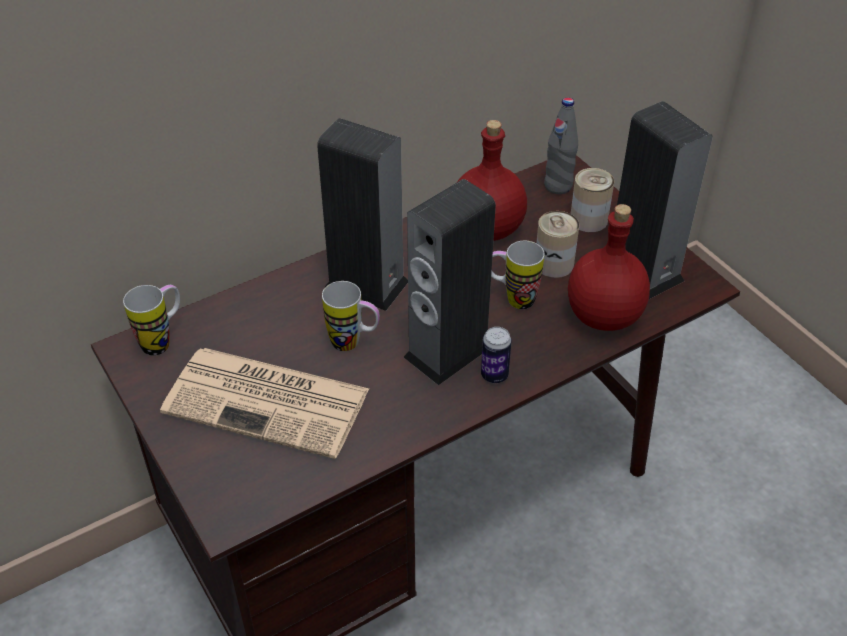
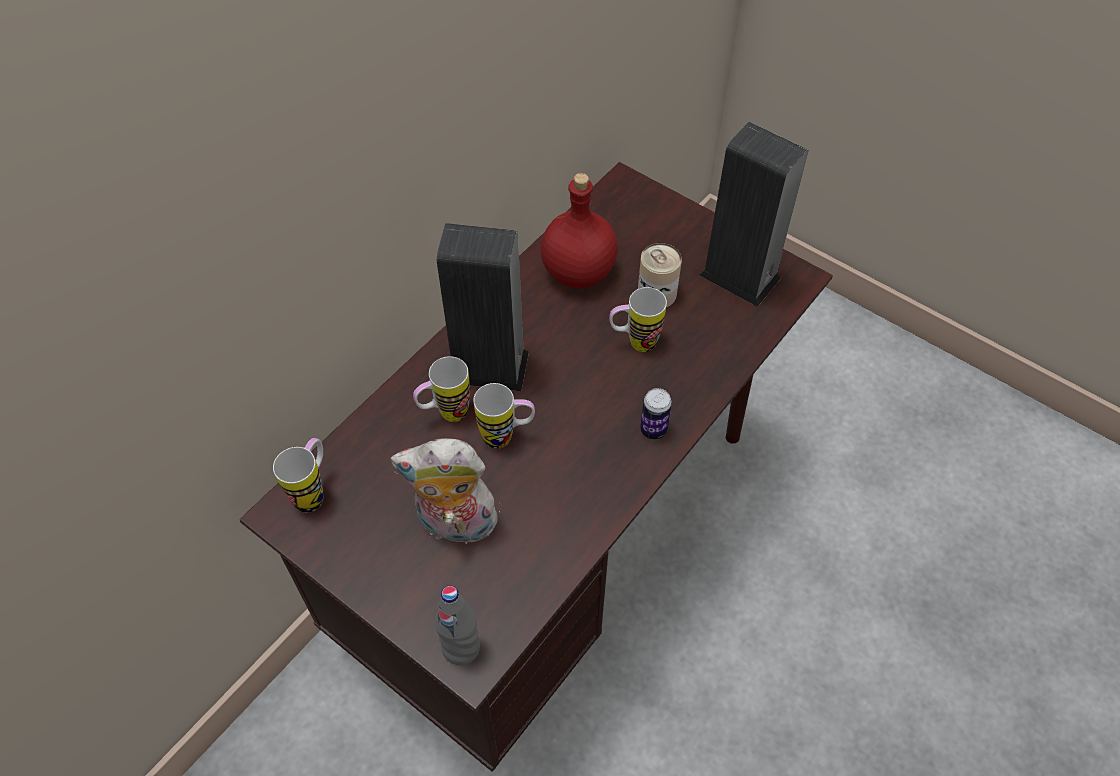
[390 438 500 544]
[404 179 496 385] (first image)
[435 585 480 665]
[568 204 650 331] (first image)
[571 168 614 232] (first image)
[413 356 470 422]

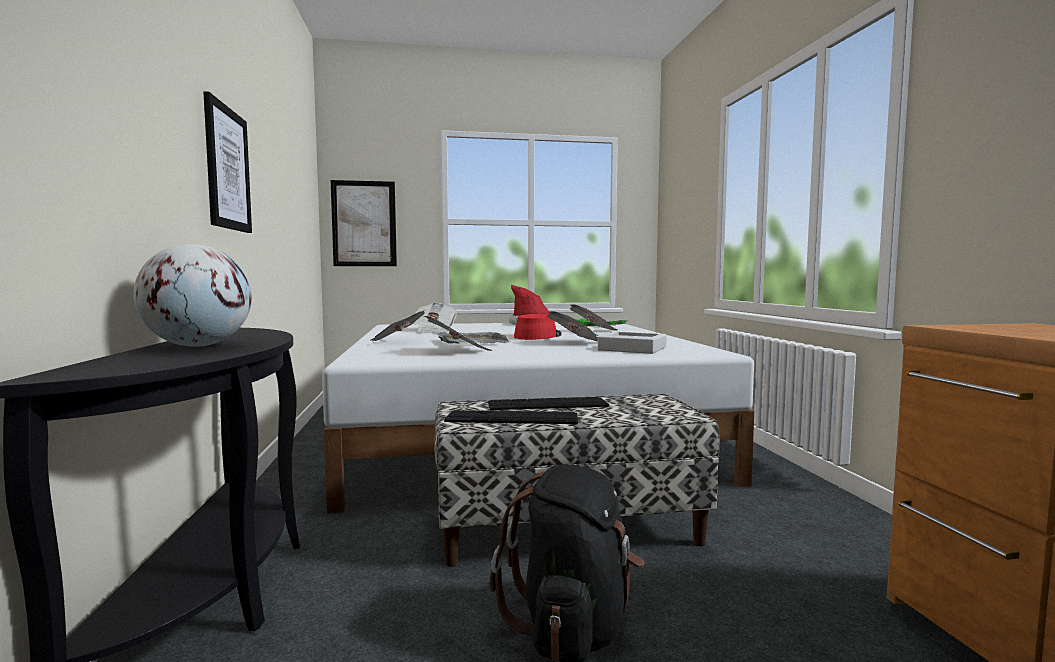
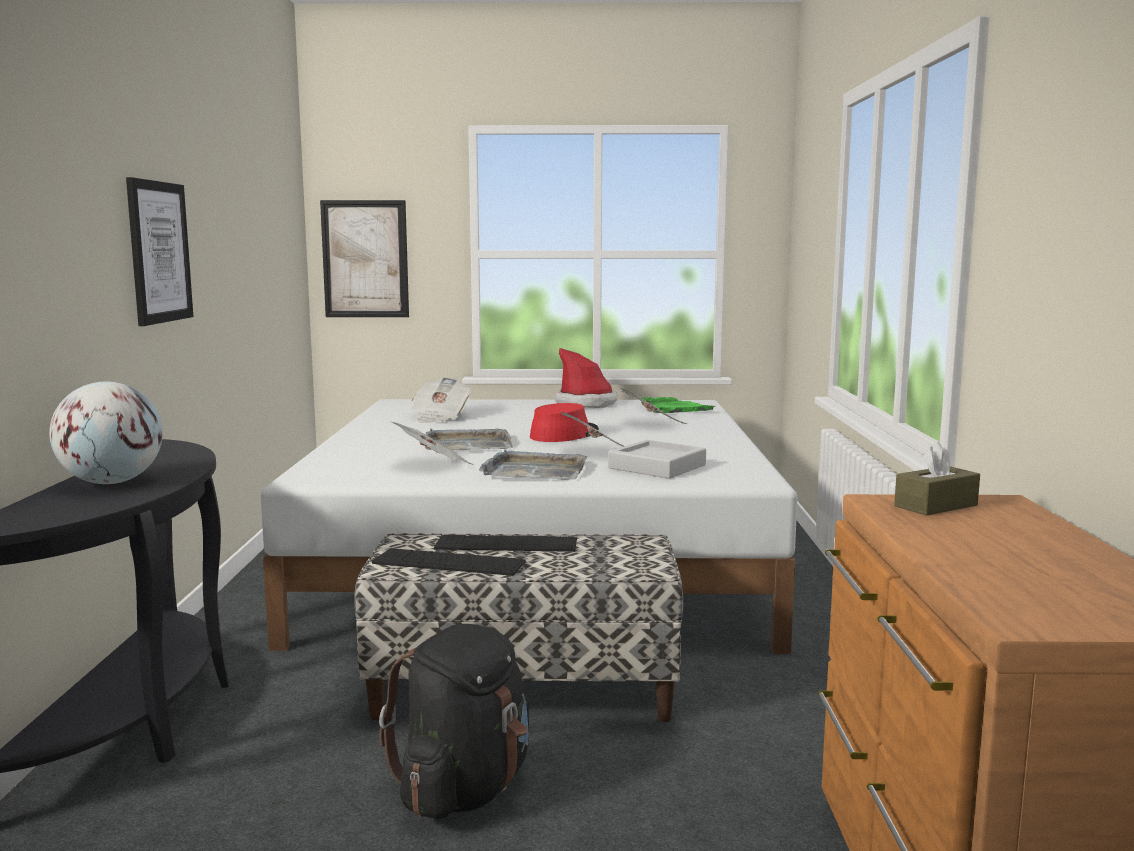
[370 310 425 341] (first image)
[479 449 587 480]
[894 442 980 516]

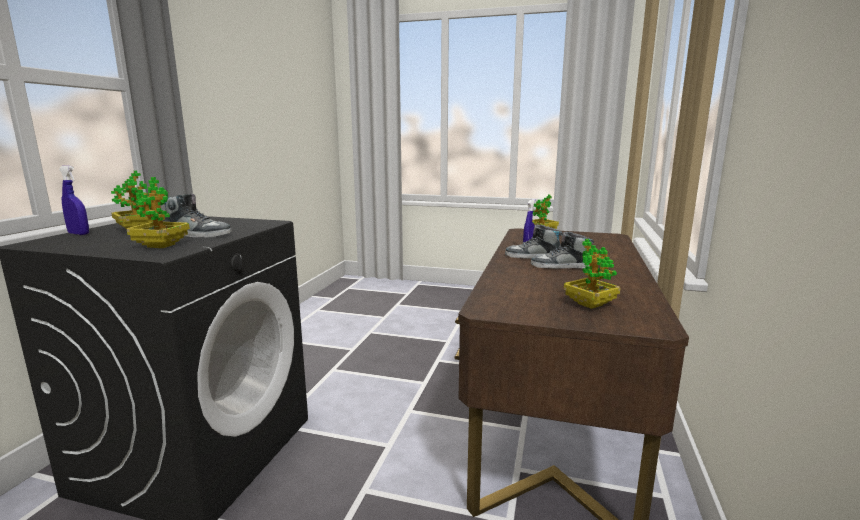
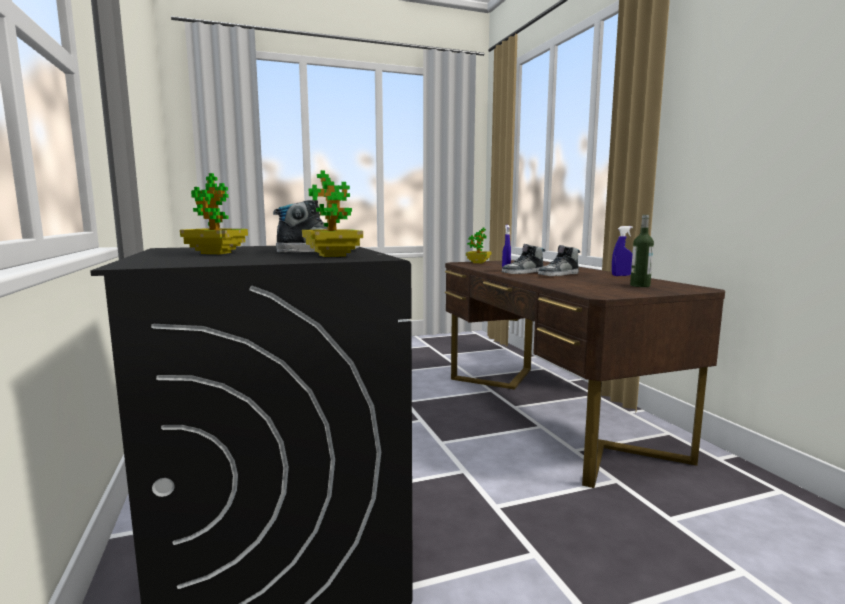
[612 226 633 276]
[630 215 654 287]

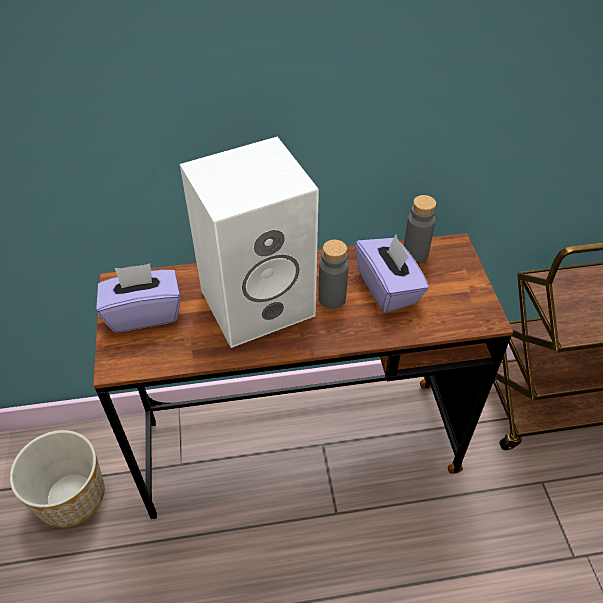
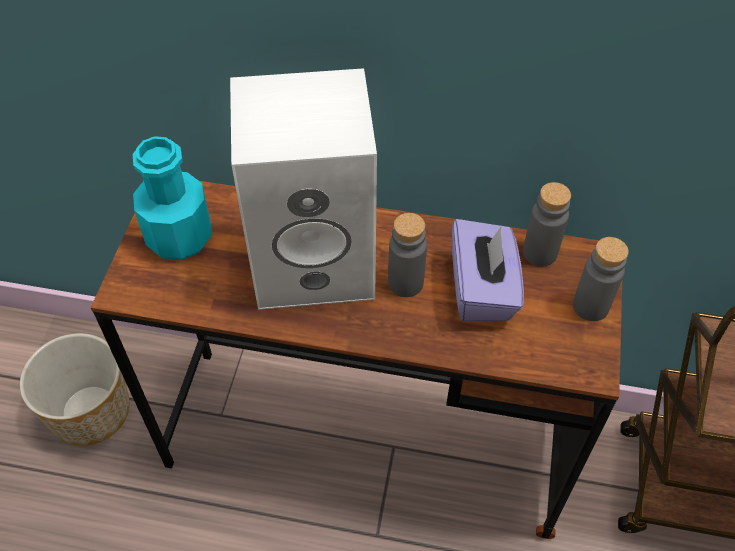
[133 136 212 260]
[573 237 629 321]

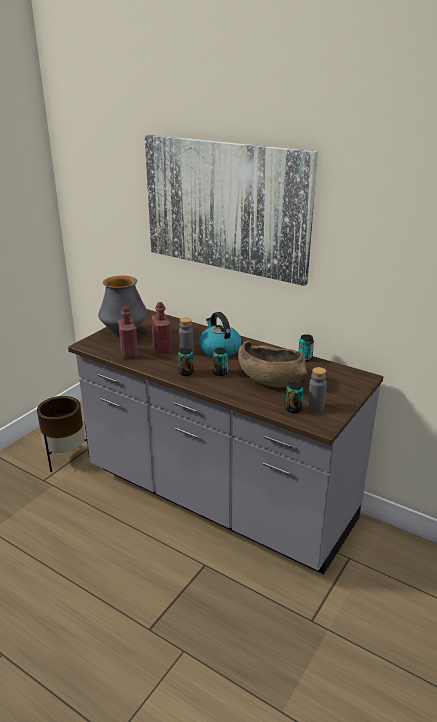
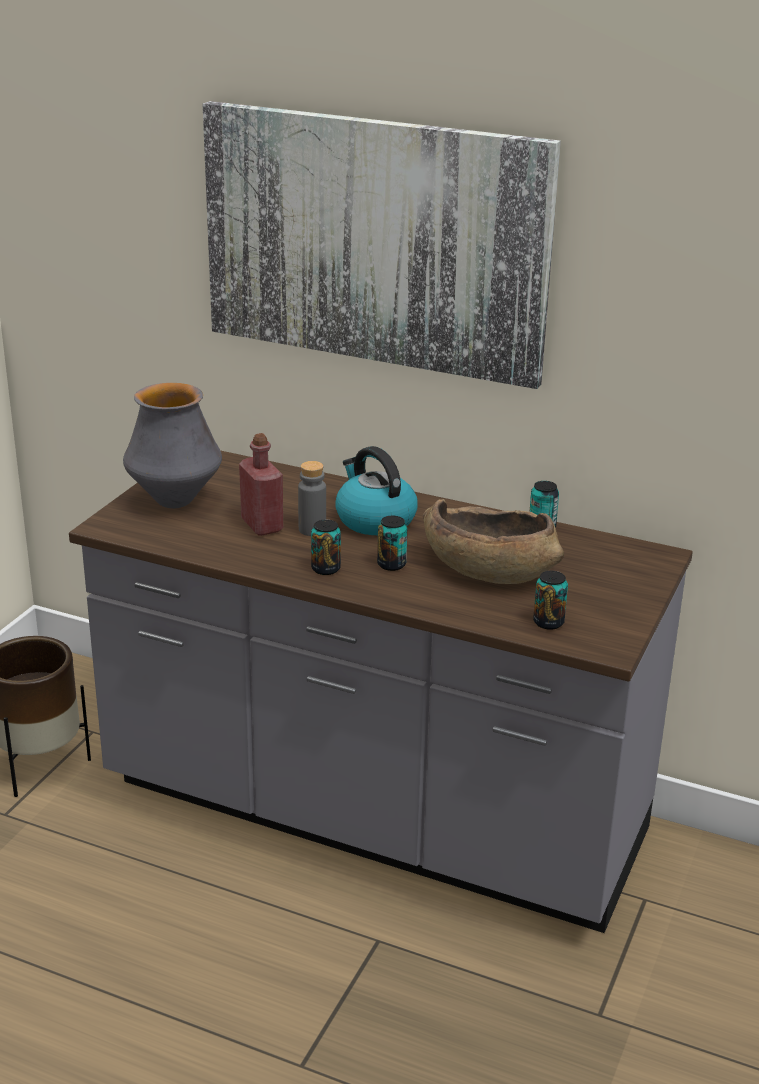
[118 306 138 359] (first image)
[308 367 327 412] (first image)

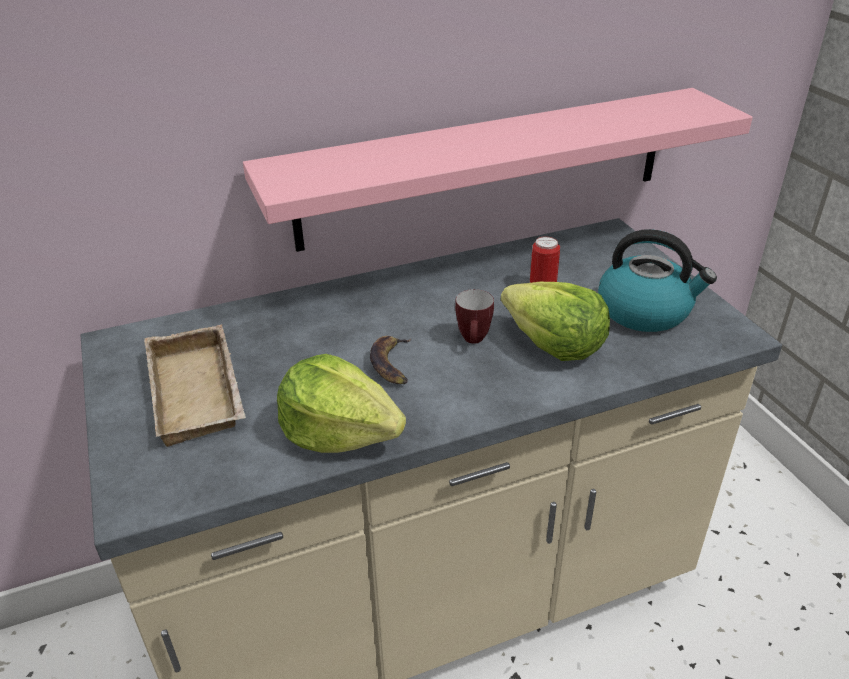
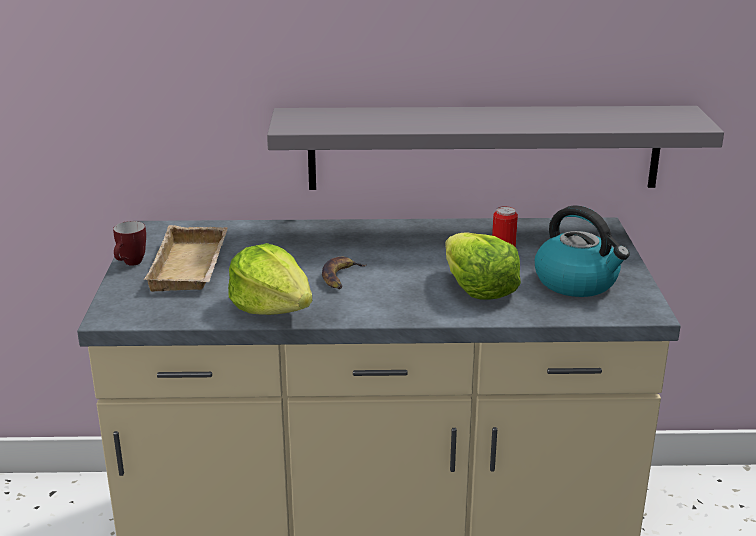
[267 106 724 190]
[113 221 146 266]

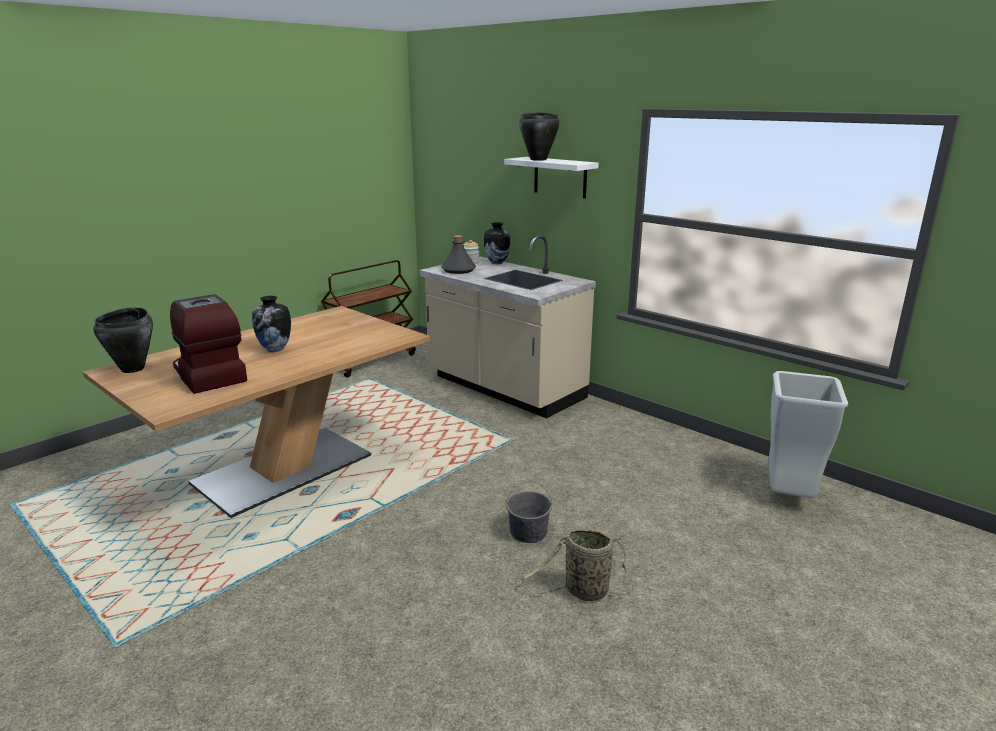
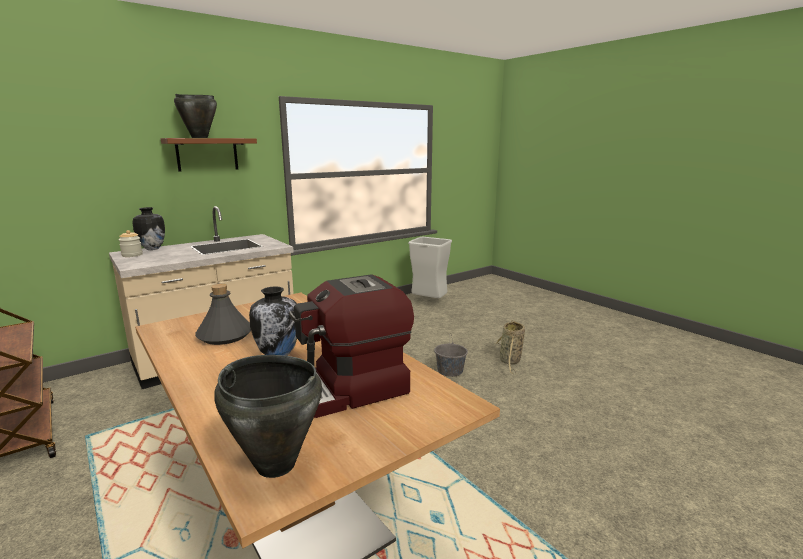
[195 284 251 345]
[161 138 257 172]

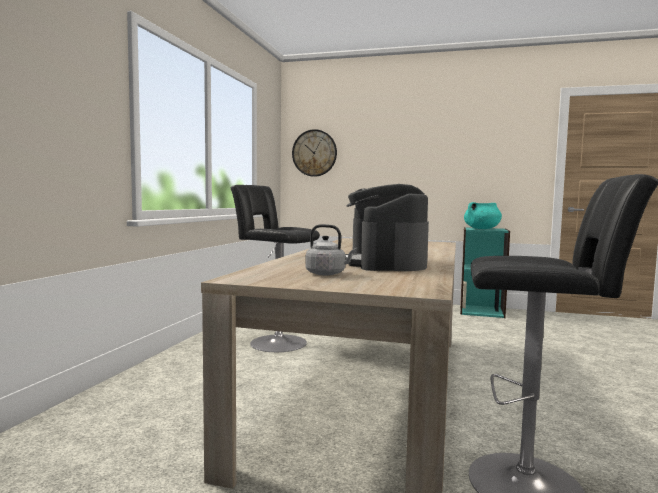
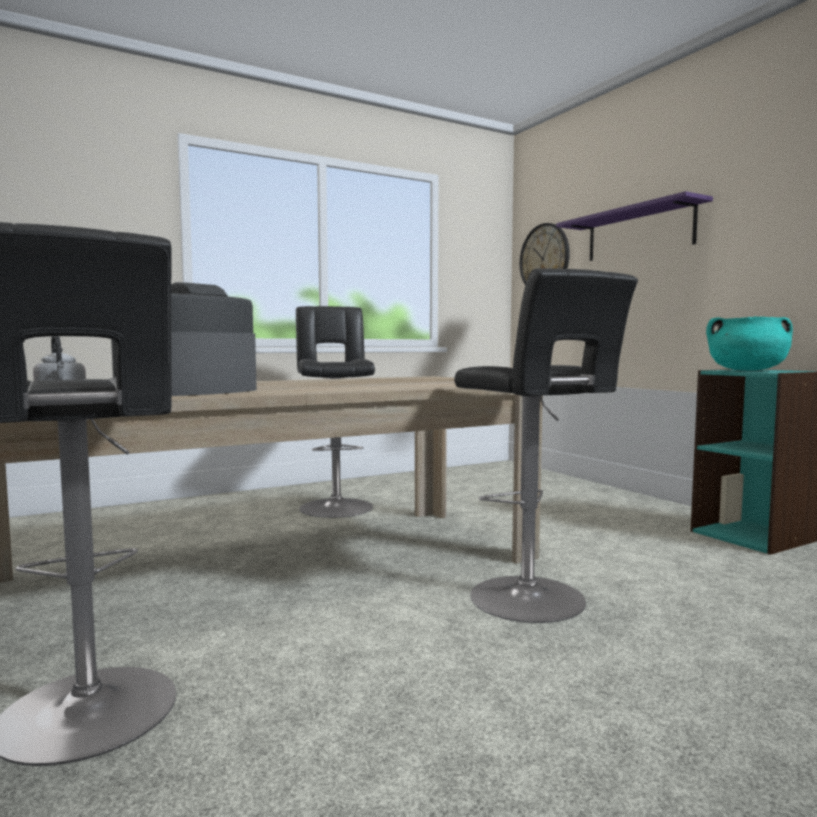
[454 268 638 623]
[556 191 713 261]

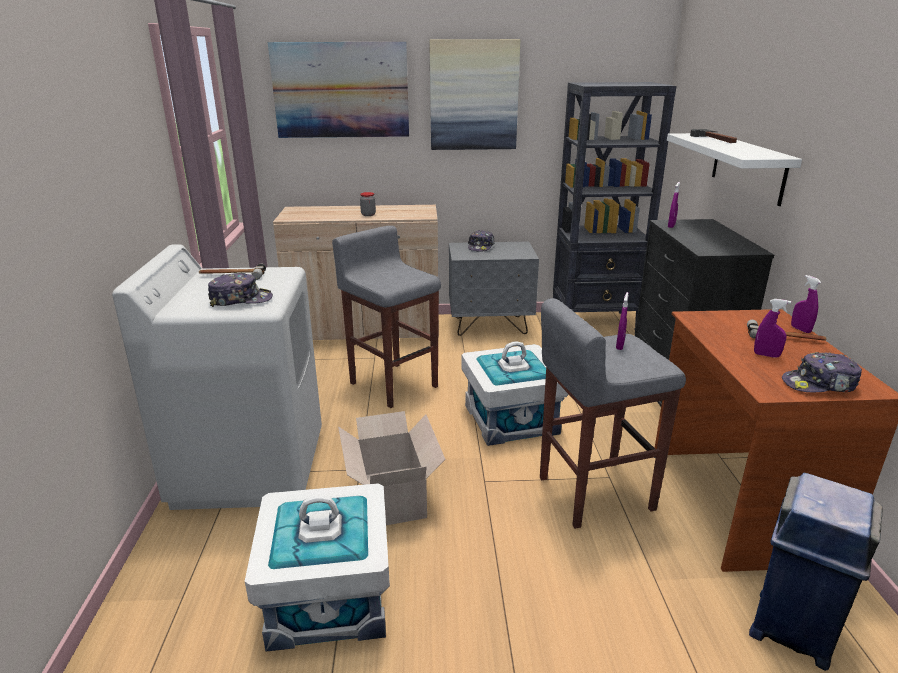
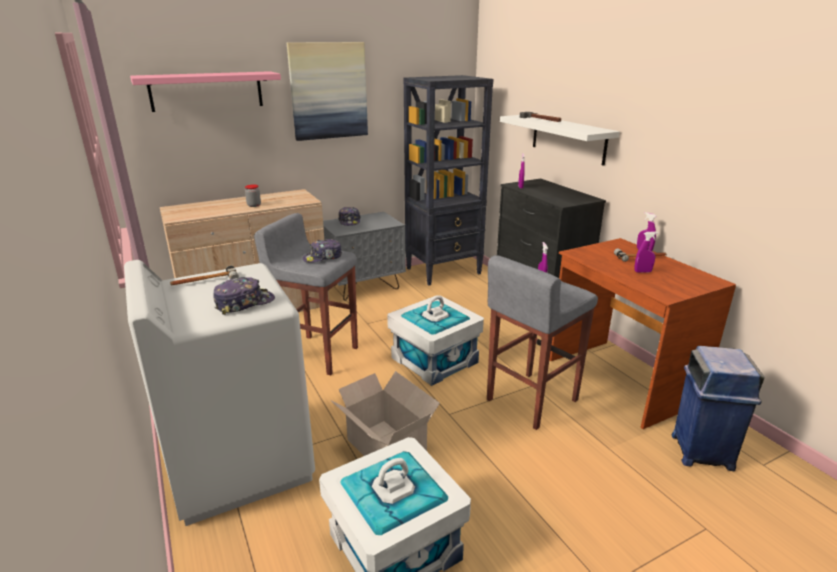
[130 71 281 112]
[303 239 342 263]

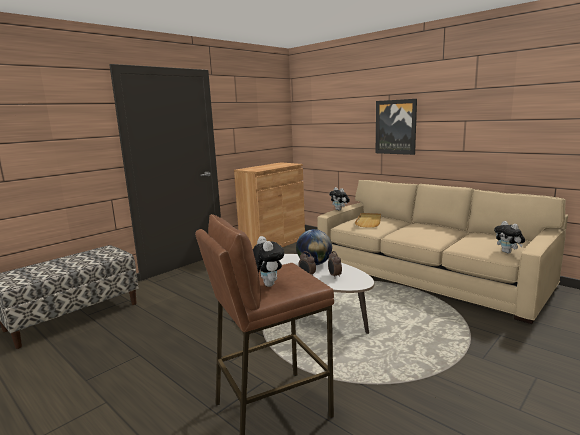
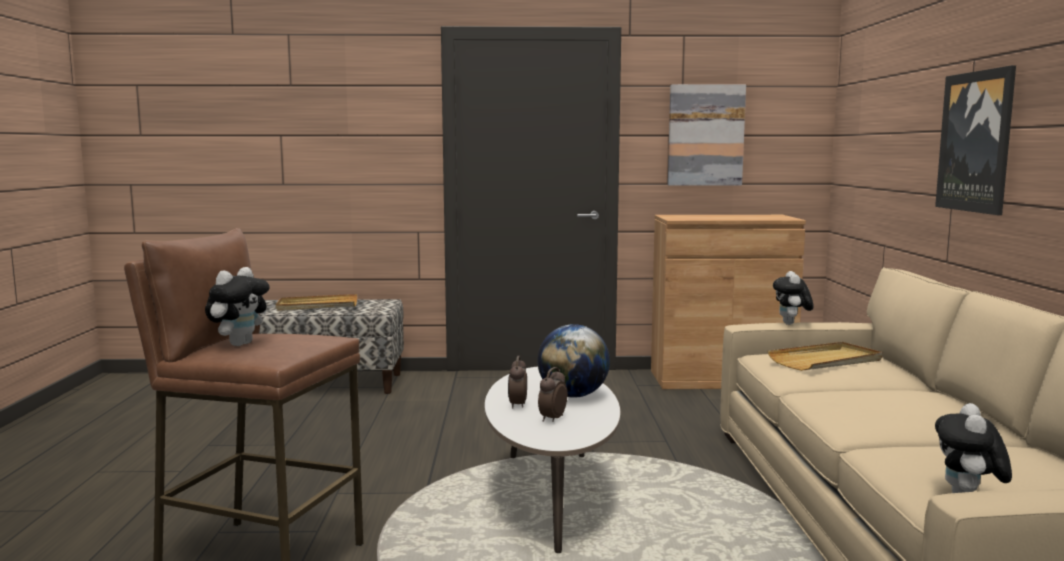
[276 294 357 311]
[668 84 746 186]

